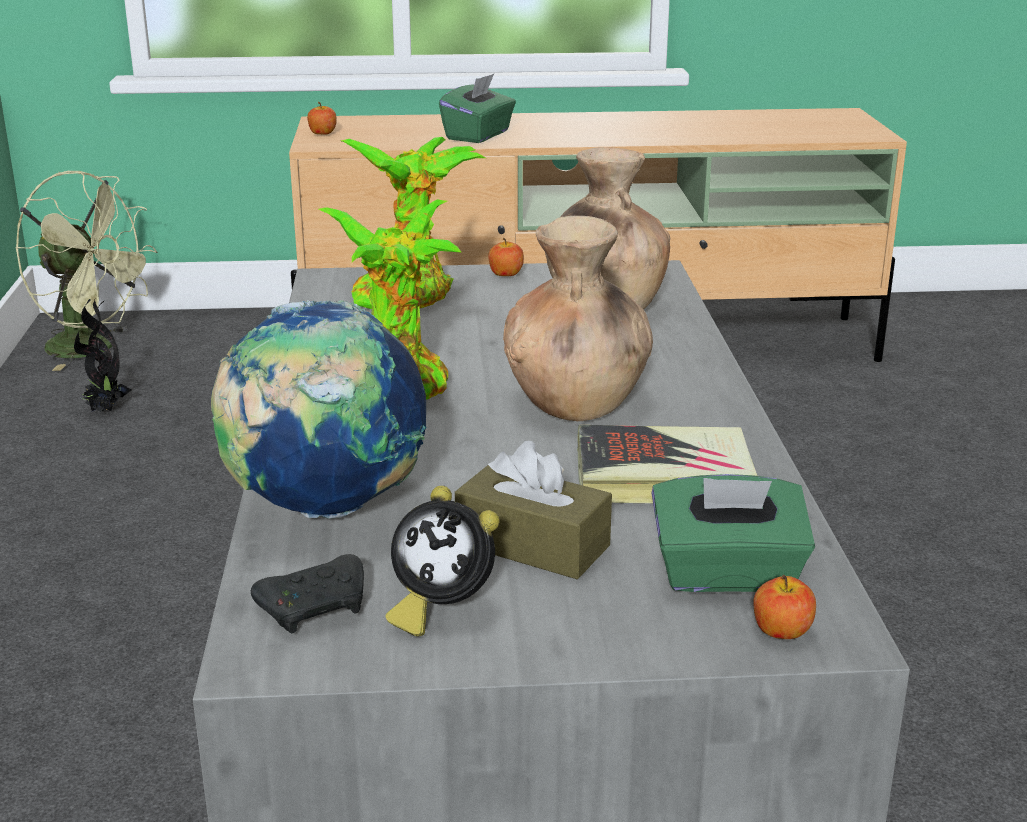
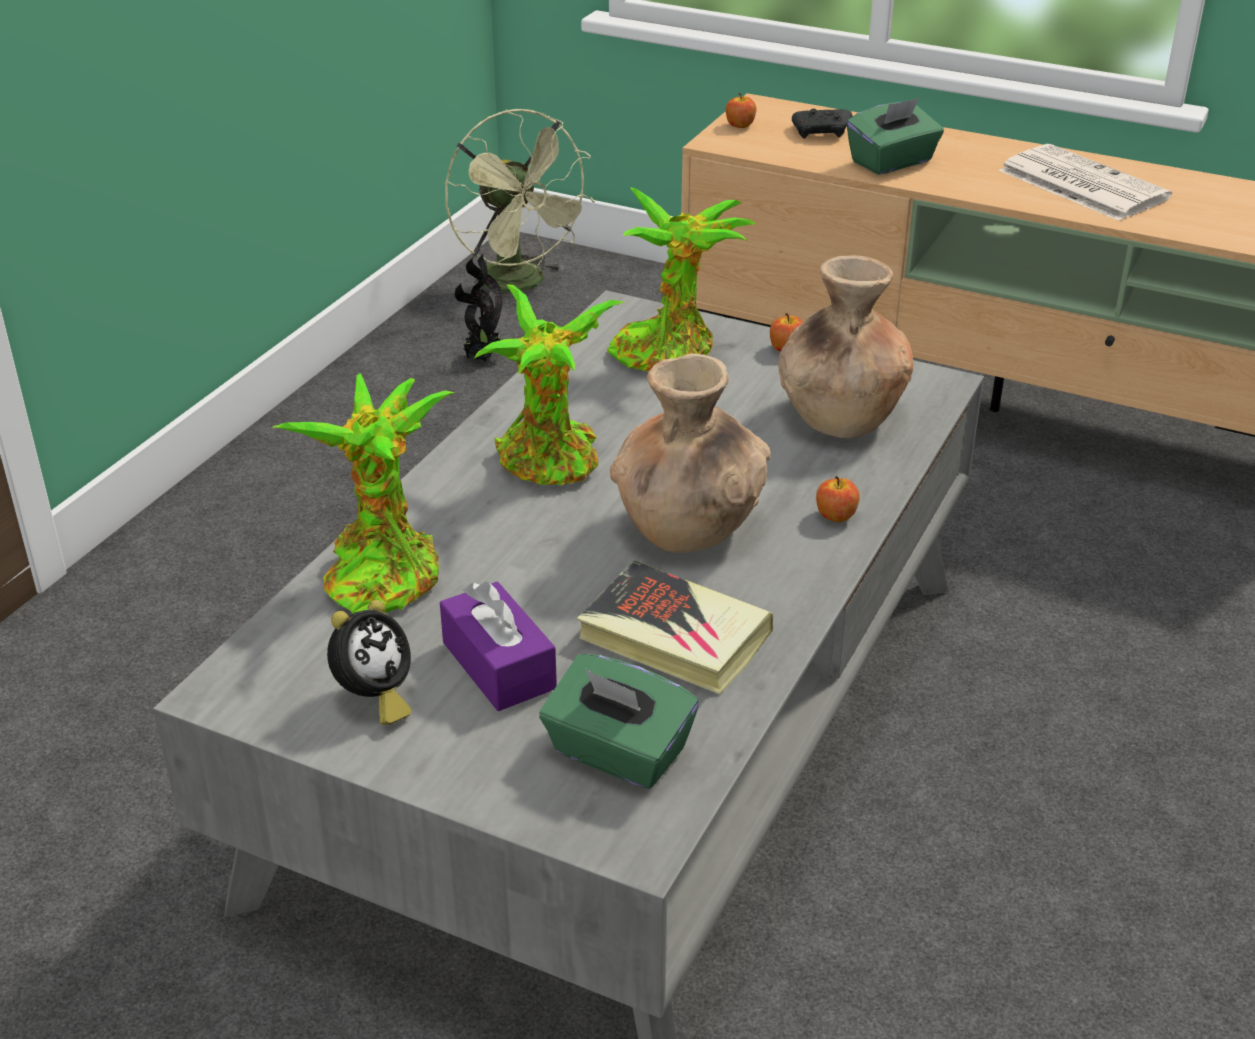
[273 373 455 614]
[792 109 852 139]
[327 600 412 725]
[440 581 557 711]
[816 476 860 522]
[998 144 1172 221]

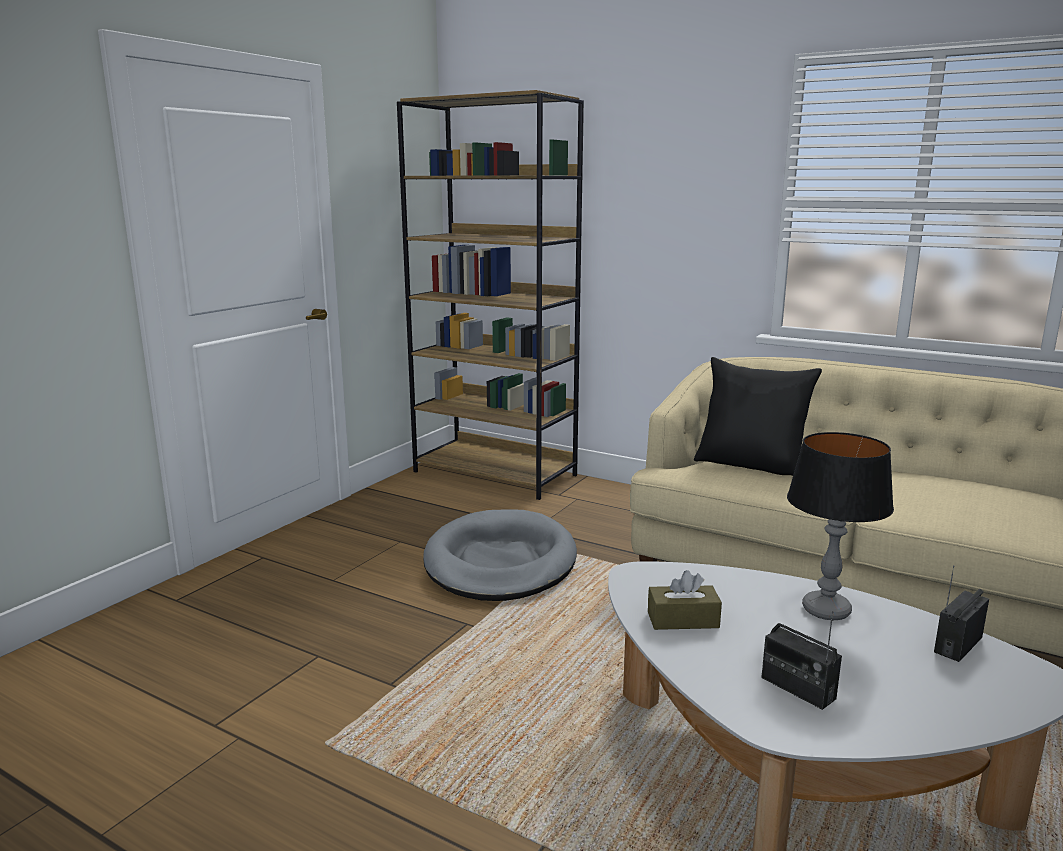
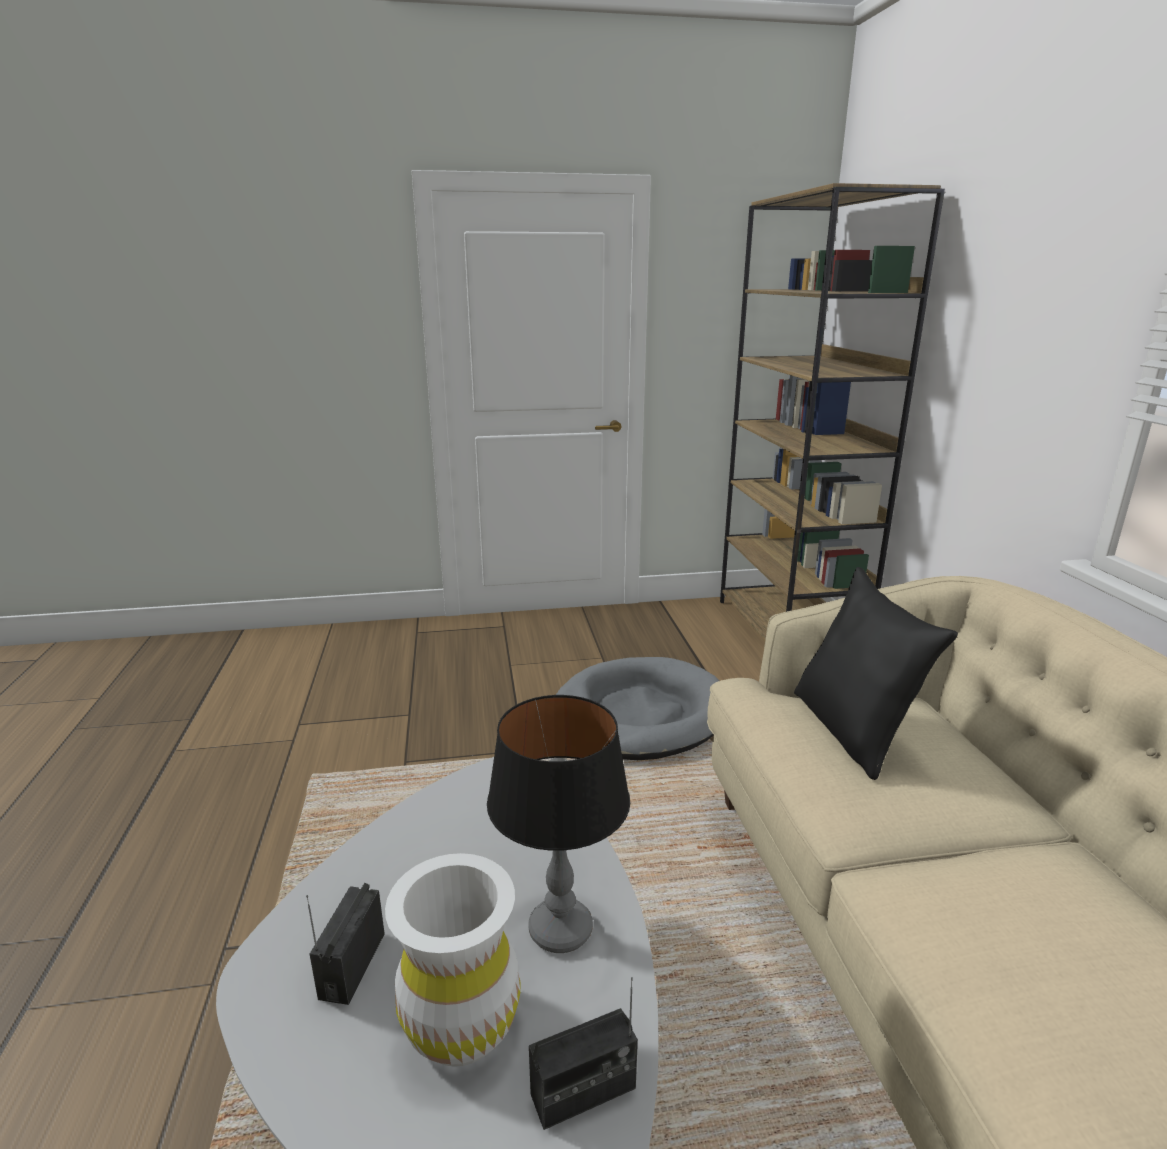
[648 570 722 630] (first image)
[529 977 638 1130]
[385 853 521 1067]

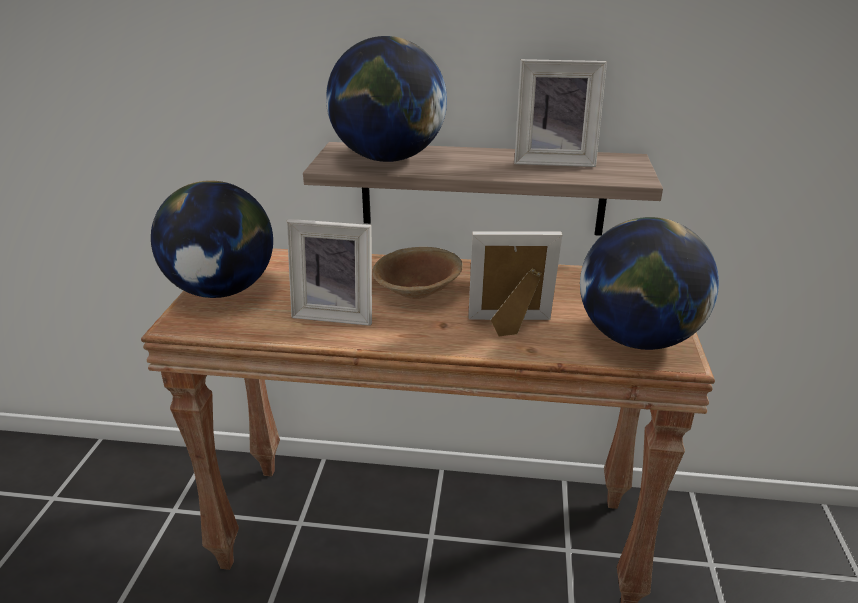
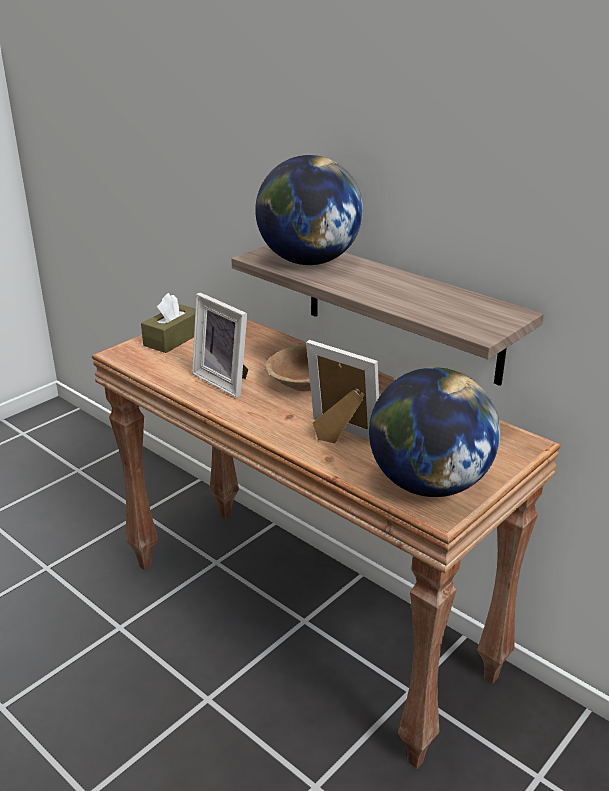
[141 293 196 353]
[514 59 607 167] (first image)

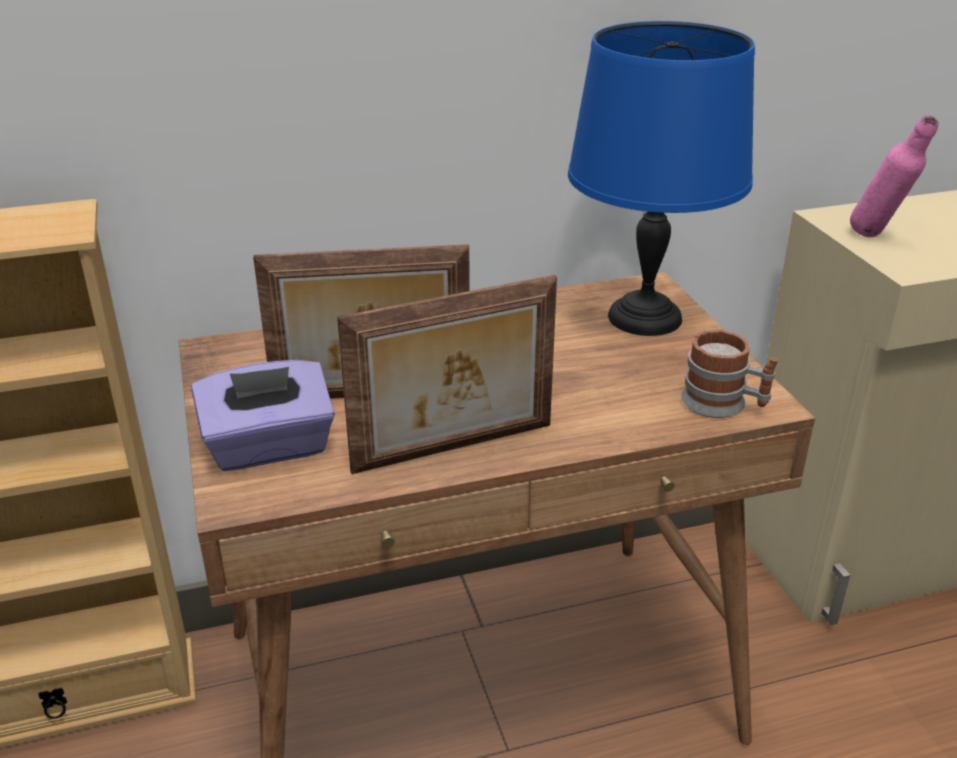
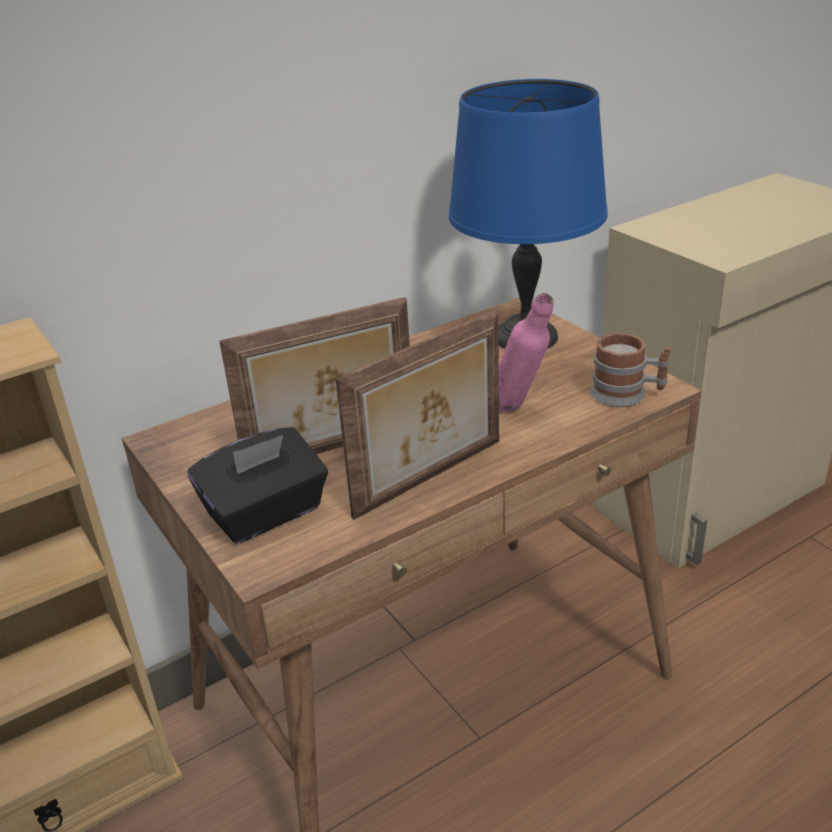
[187 427 328 544]
[499 293 554 412]

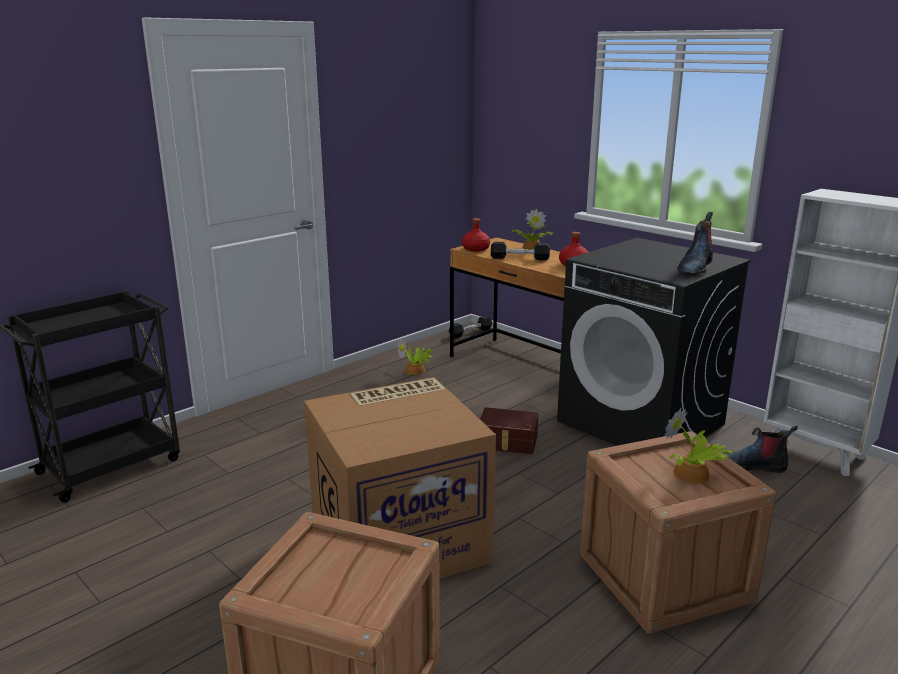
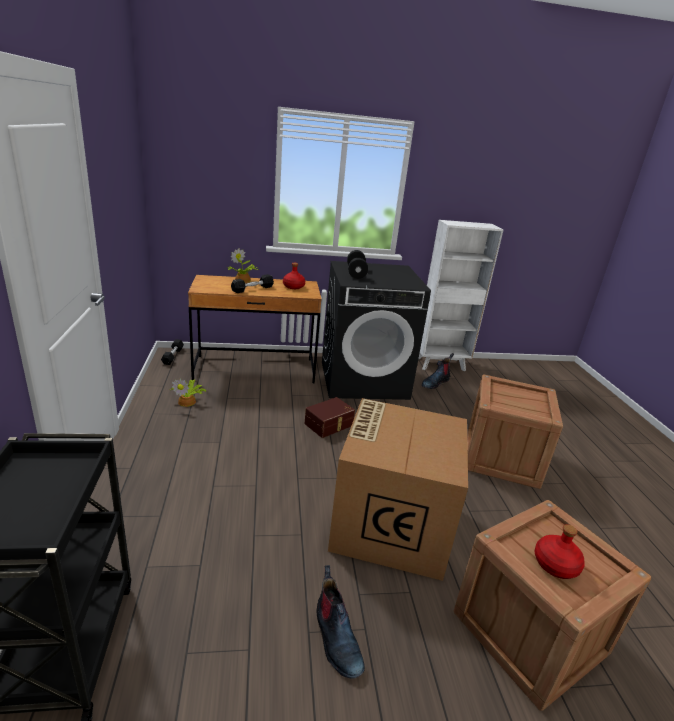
[534 524 585 579]
[665 408 734 484] (first image)
[316 565 365 679]
[347 250 368 279]

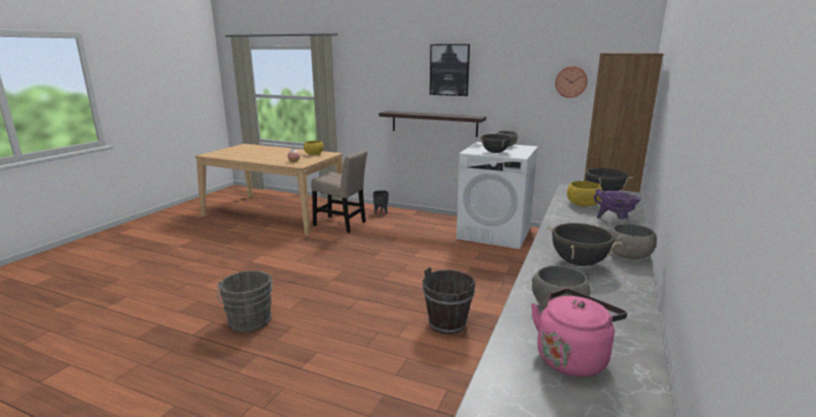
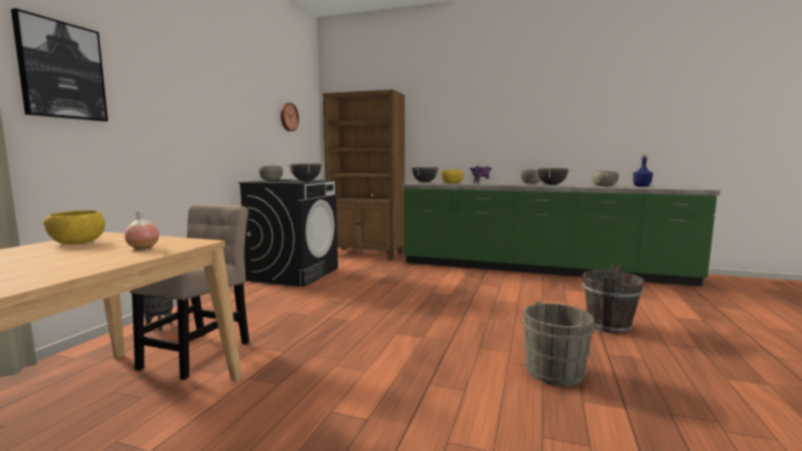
[379 111 486 137] (first image)
[582 265 645 334]
[11 8 108 121]
[238 179 338 287]
[633 155 653 187]

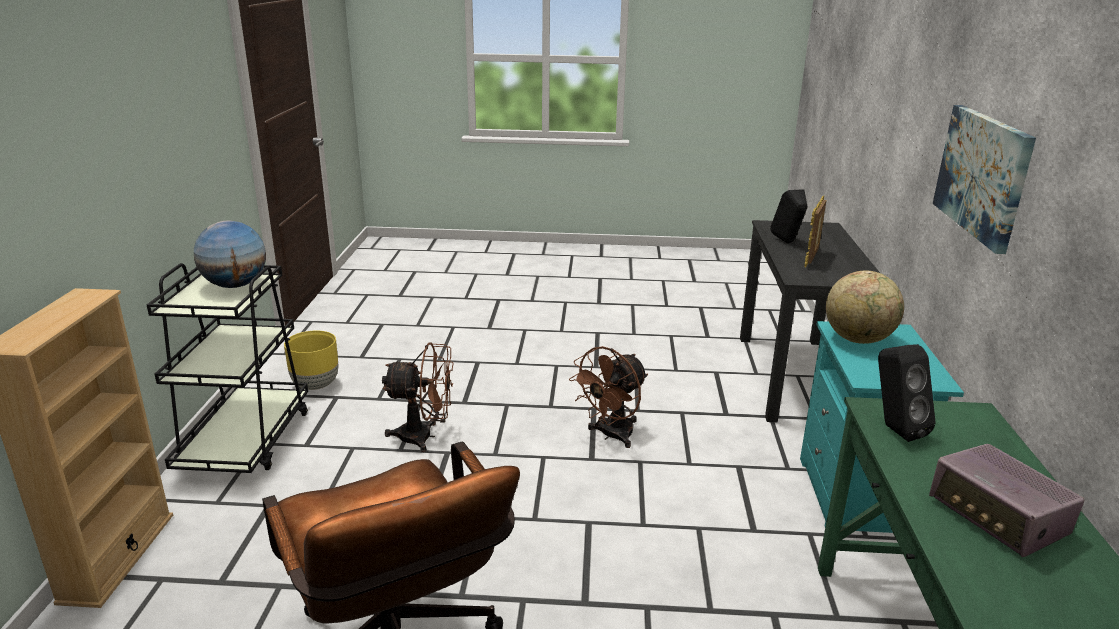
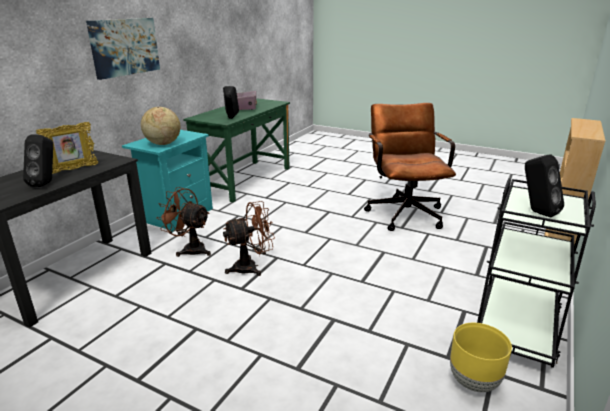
[525 154 564 218]
[156 187 211 257]

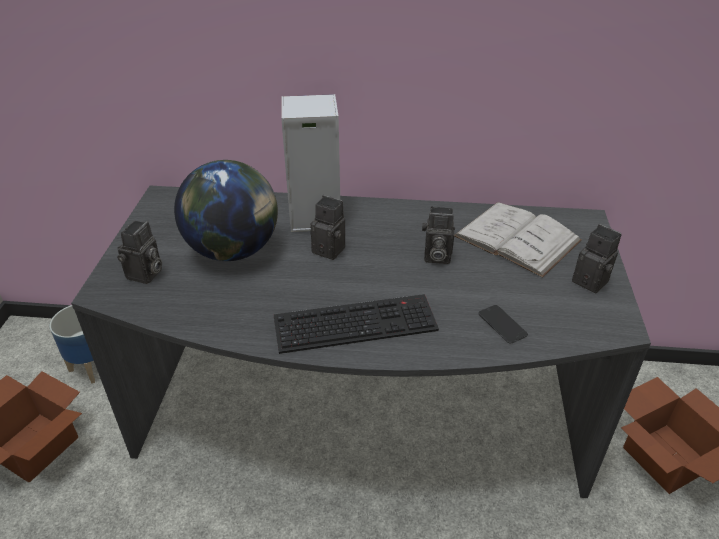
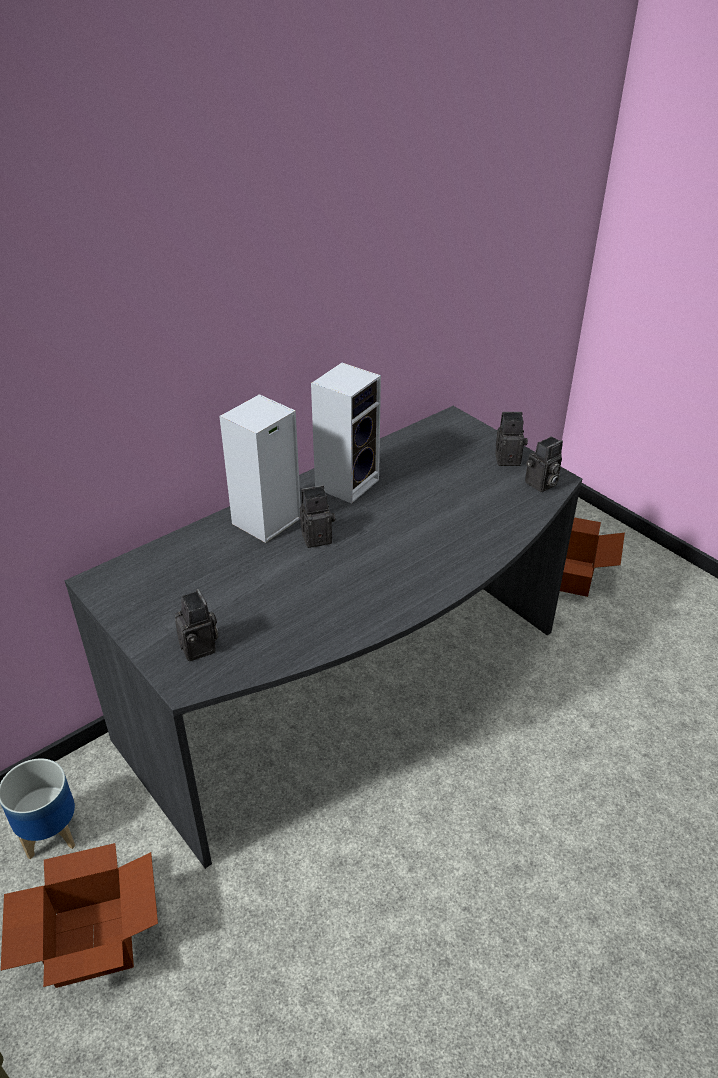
[174 160 278 261] (first image)
[274 294 439 354] (first image)
[525 436 563 492]
[454 202 582 278] (first image)
[478 305 528 344] (first image)
[311 363 381 504]

